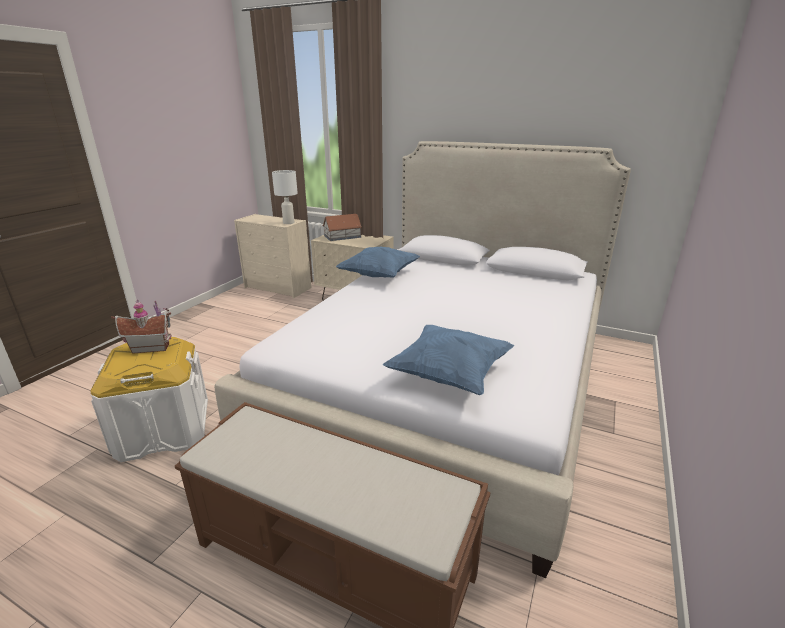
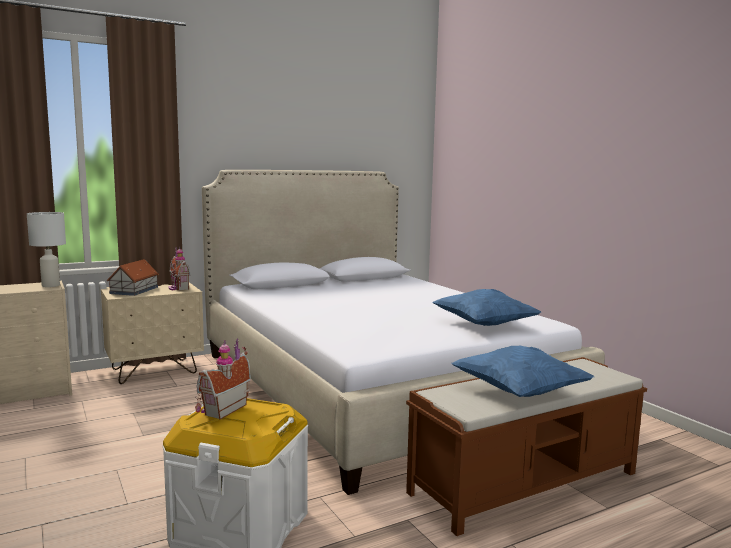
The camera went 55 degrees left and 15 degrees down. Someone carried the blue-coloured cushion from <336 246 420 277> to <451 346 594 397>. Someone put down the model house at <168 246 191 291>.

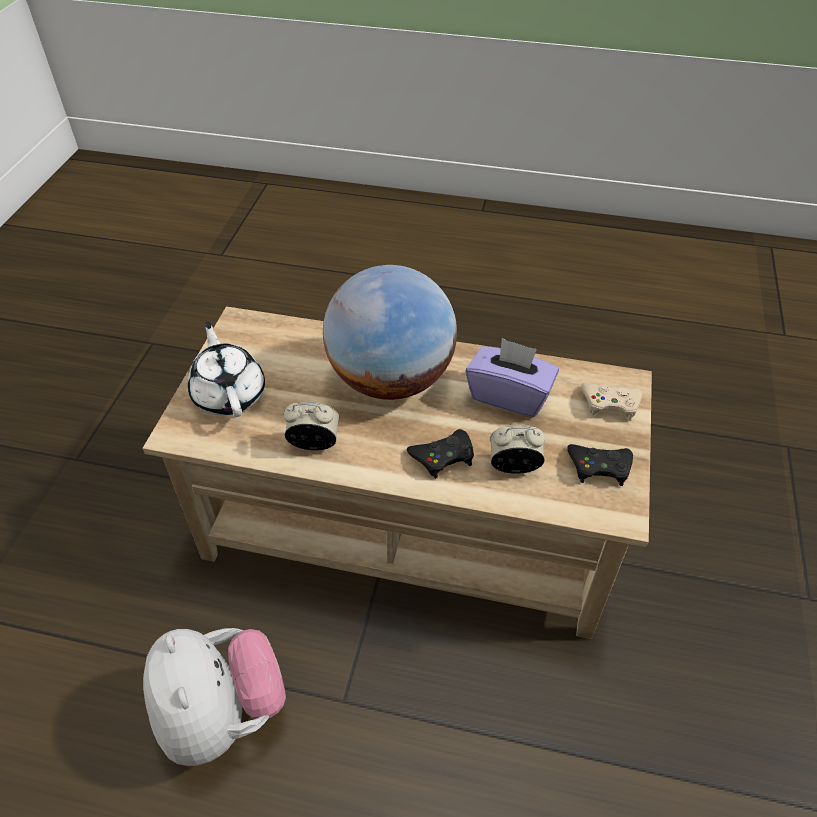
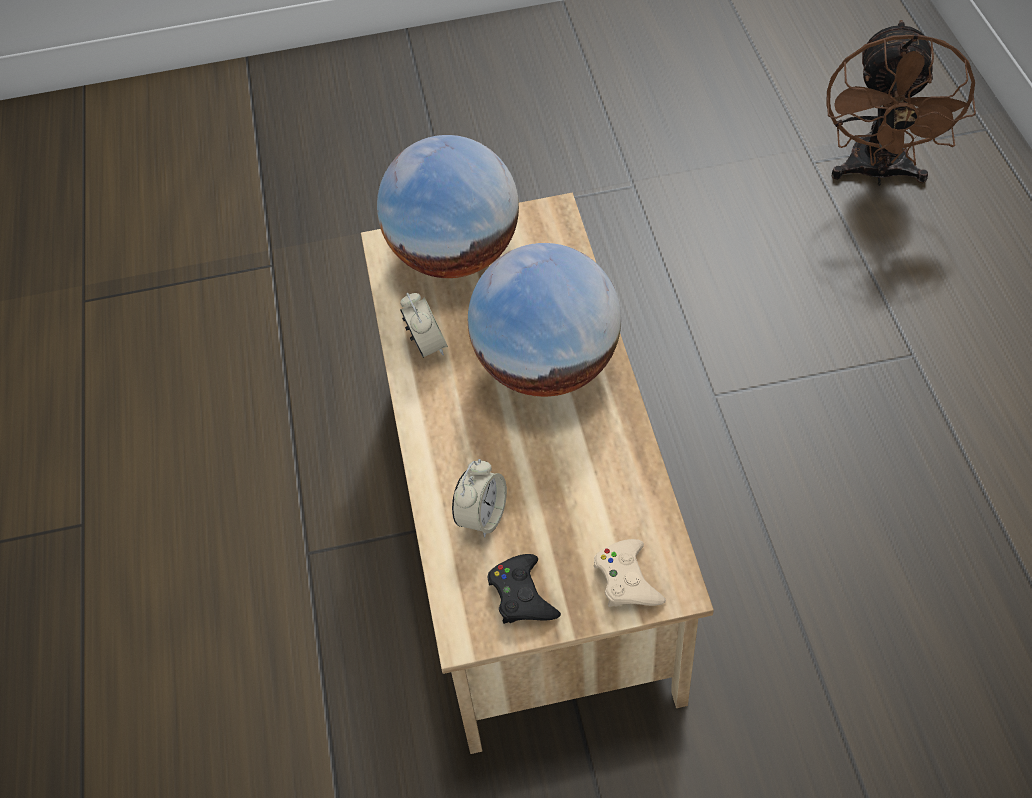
The camera went 70 degrees right and 5 degrees up. Someone swapped the whitish tea pot at <188 322 265 417> for the desk globe at <377 135 519 278>. Someone took away the purple-coloured tissue box at <465 338 559 417>. Someone rotated the alarm clock at <490 424 545 474> by 45 degrees clockwise. Someone took away the black-coloured game controller at <407 429 474 479>. Someone took away the plush toy at <143 628 286 766>. Someone put down the brown-coloured fan at <826 20 976 186>.

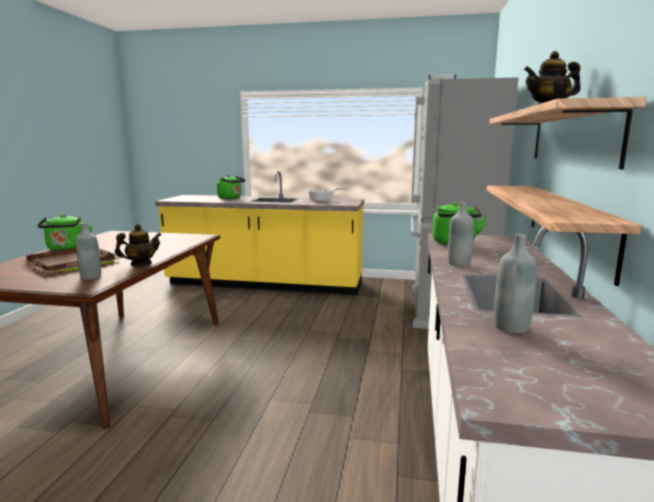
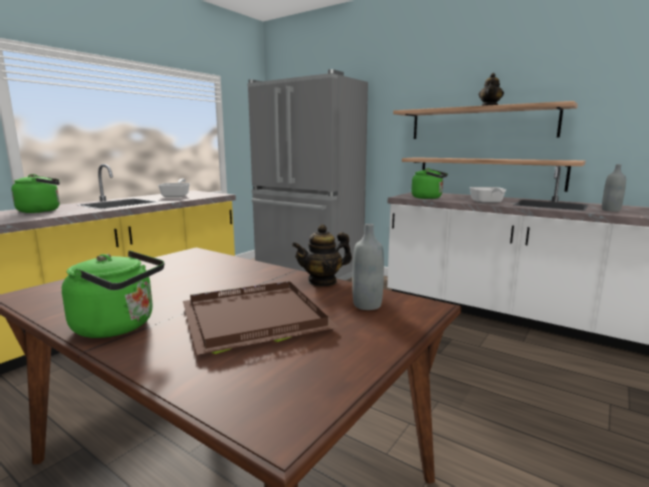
The camera went 65 degrees left and 0 degrees up. Someone swapped the greyish drink bottle at <448 202 474 267> for the pan at <469 187 506 203>. Someone rotated the tea pot at <115 224 162 266> by 105 degrees counterclockwise.

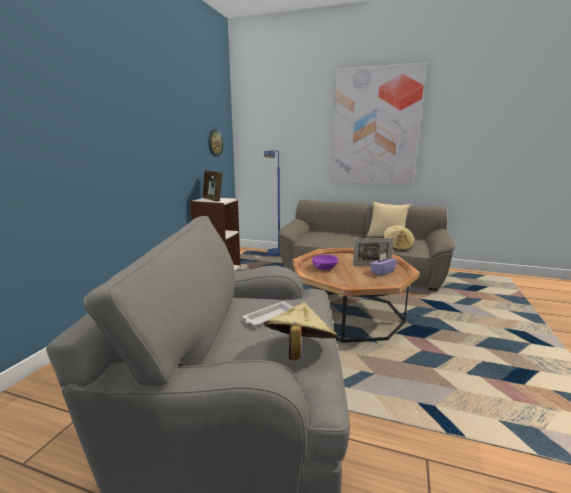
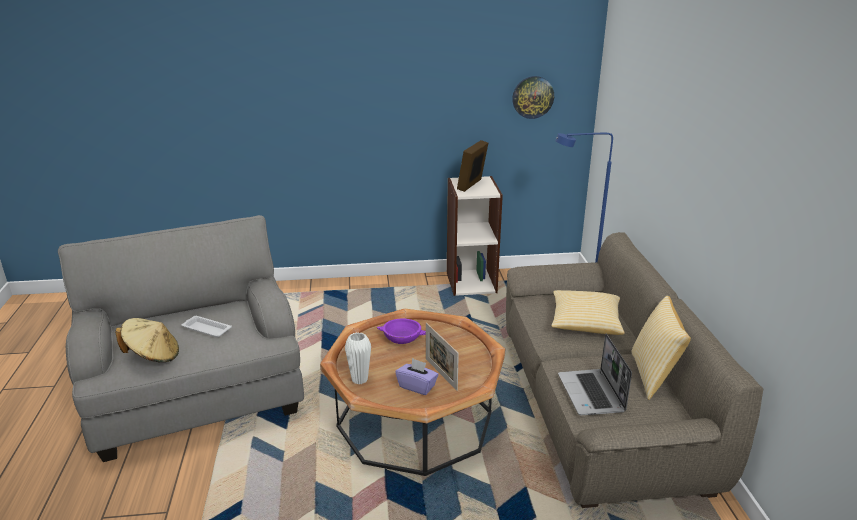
The camera went 65 degrees right and 10 degrees up. Someone took away the picture at <332 63 426 185>. Someone swapped the beige-coloured hat at <383 226 415 251> for the notebook computer at <558 333 632 415>. Someone put down the cushion at <551 290 625 335>. Someone put down the whitish flower vase at <345 332 371 384>.

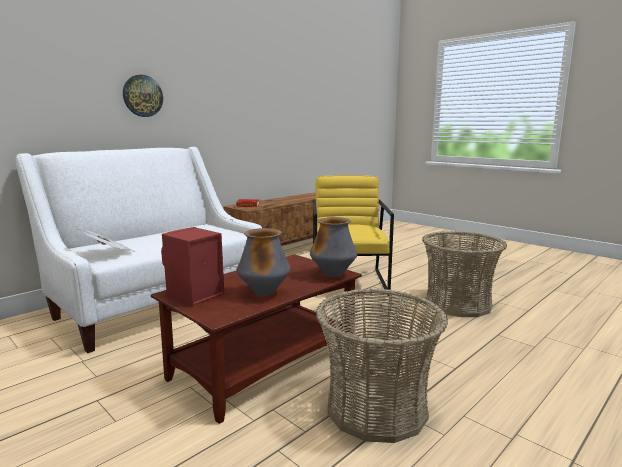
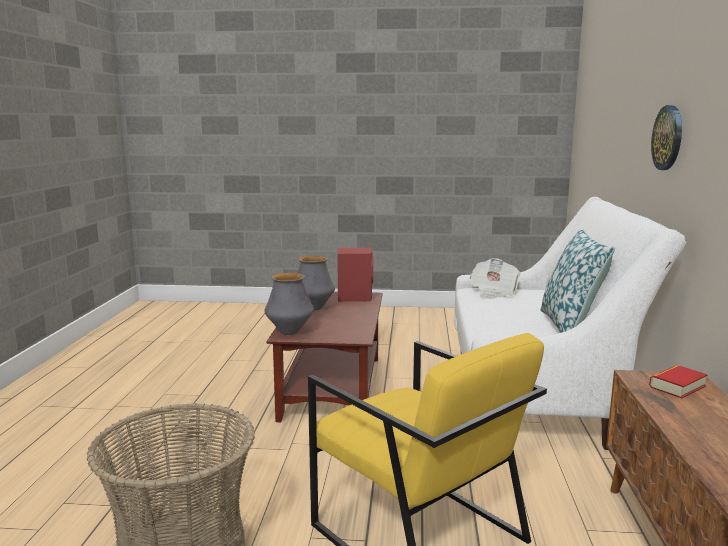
The camera went 140 degrees right and 0 degrees up. Someone took away the household basket at <316 288 448 443>. Someone put down the cushion at <541 228 615 333>.

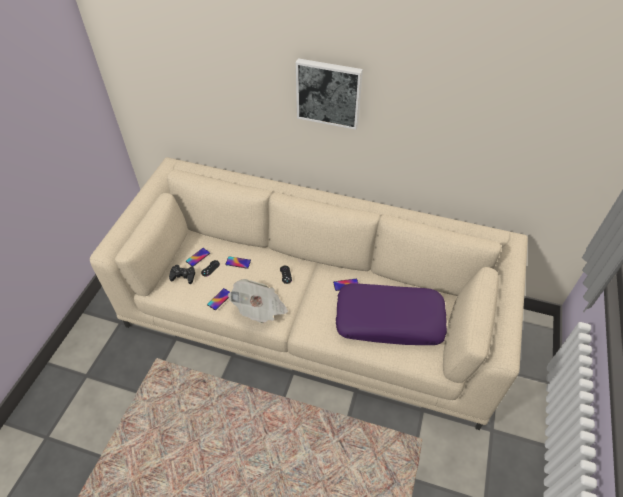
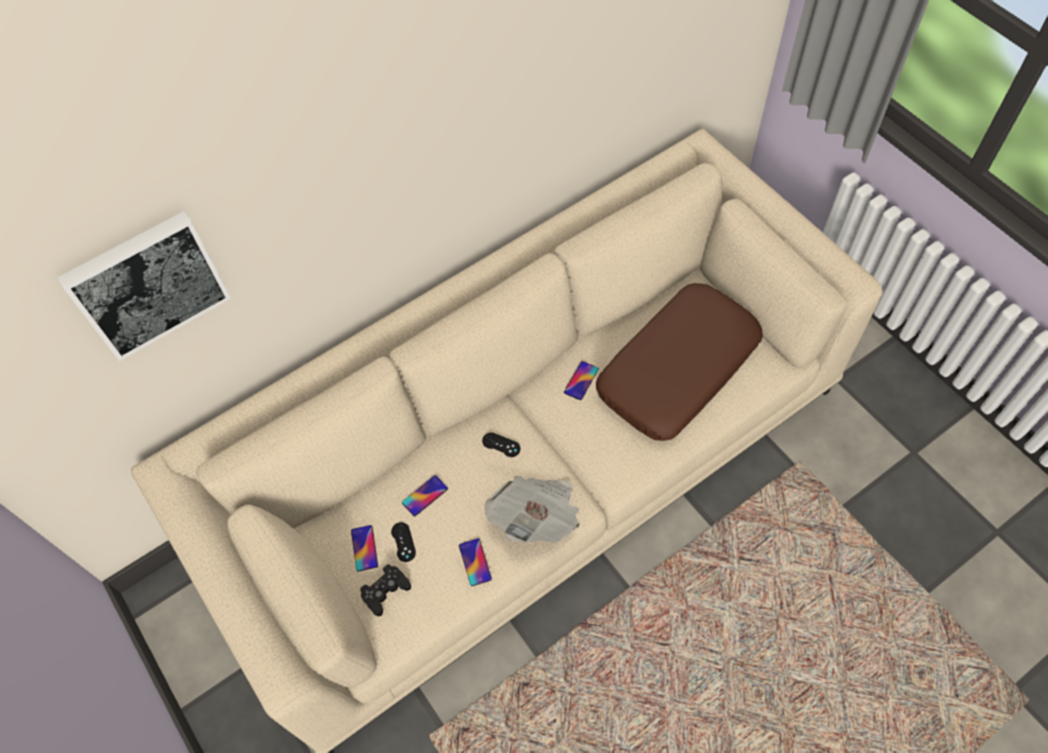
The camera went 50 degrees left and 10 degrees up. Someone carried the picture from <296 58 363 130> to <57 211 231 361>. Someone repainted the purple-coloured cushion at <336 283 447 345>, which became the brown-coloured cushion at <596 283 763 441>.

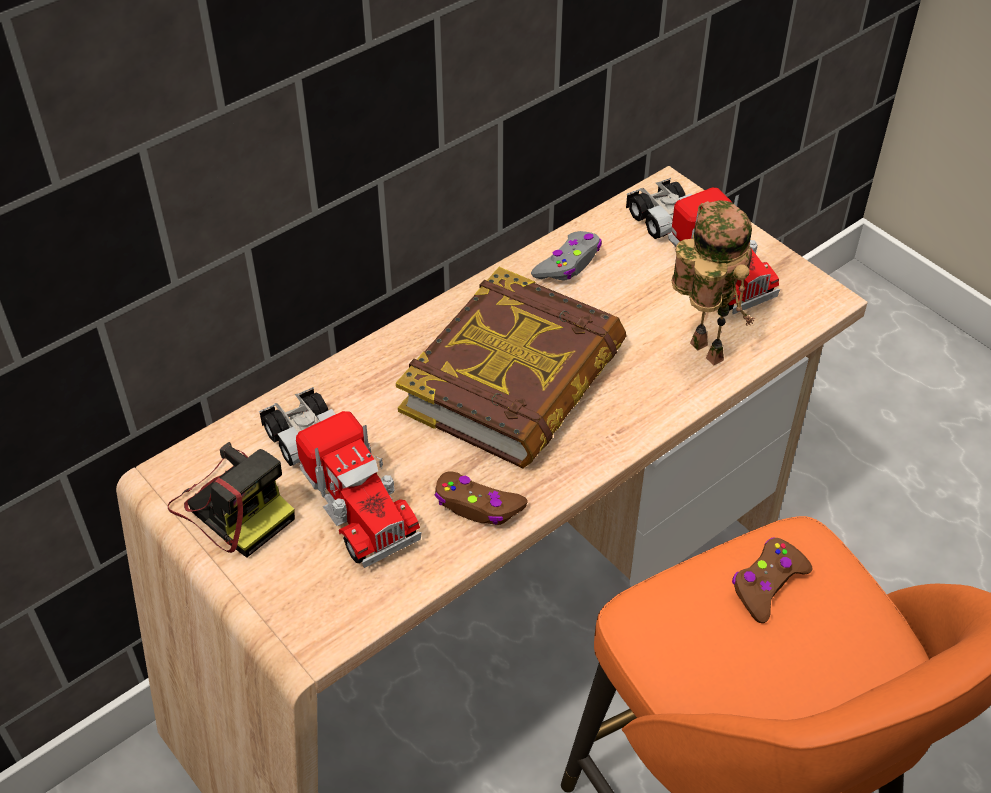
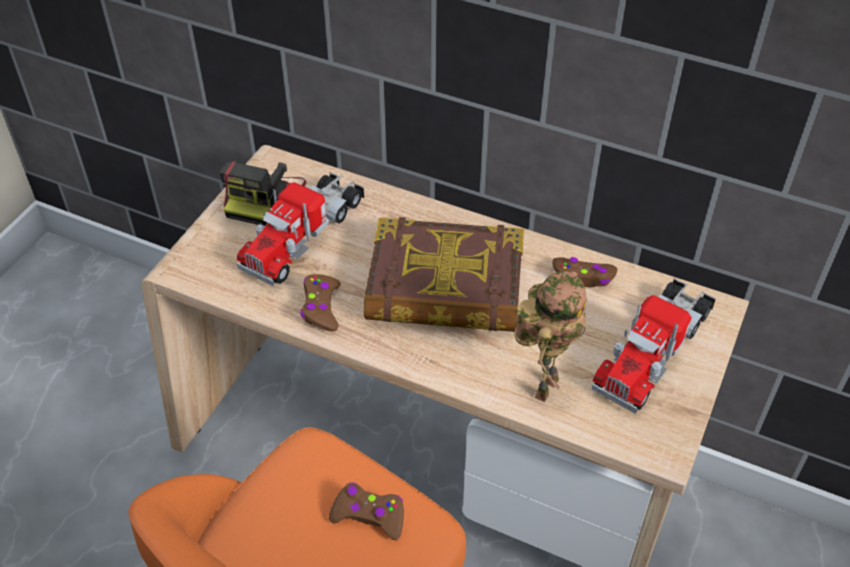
The camera went 65 degrees right and 0 degrees up. Someone repainted the greyish game controller at <531 231 602 281>, which became the brown-coloured game controller at <552 257 617 288>.

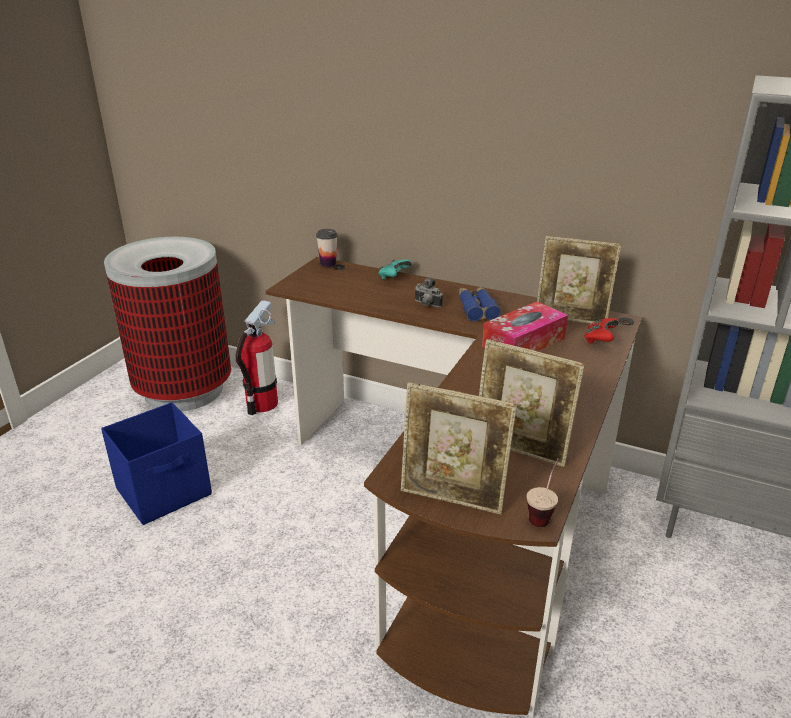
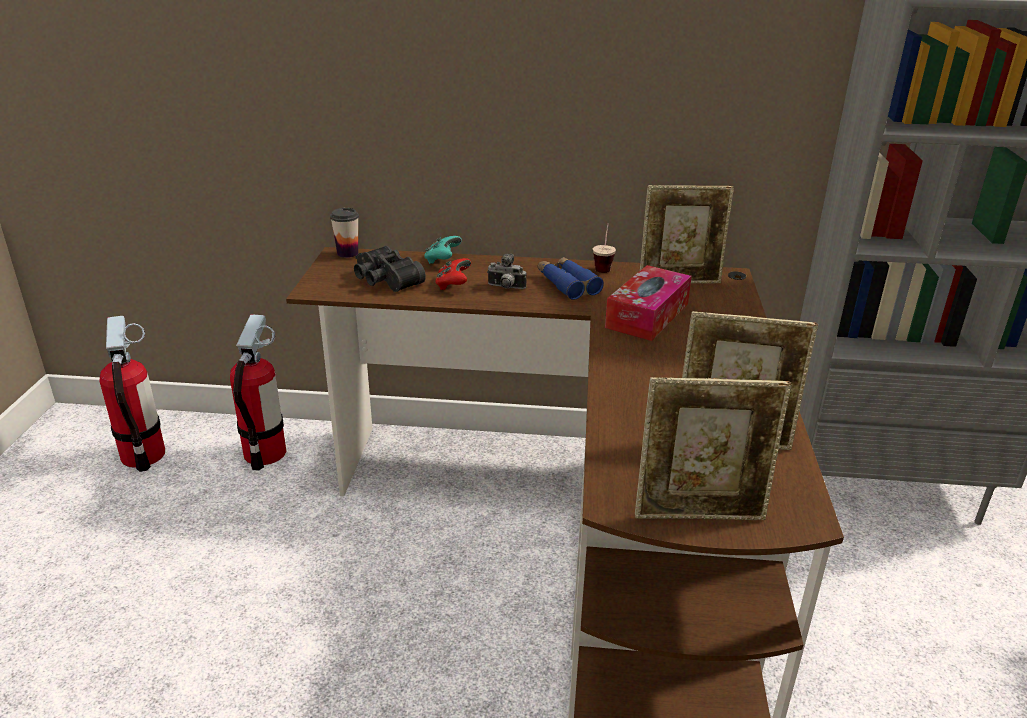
The camera went 20 degrees left and 0 degrees up. Someone swapped the trash can at <104 237 231 412> for the extinguisher at <99 316 165 472>. Someone carried the red-coloured game controller from <585 318 619 344> to <436 258 471 290>. Someone took away the blue-coloured storage container at <101 402 212 525>. Someone carried the drinking cup from <527 458 559 527> to <593 223 616 273>. Someone put down the black-coloured pair of binoculars at <354 246 426 292>.

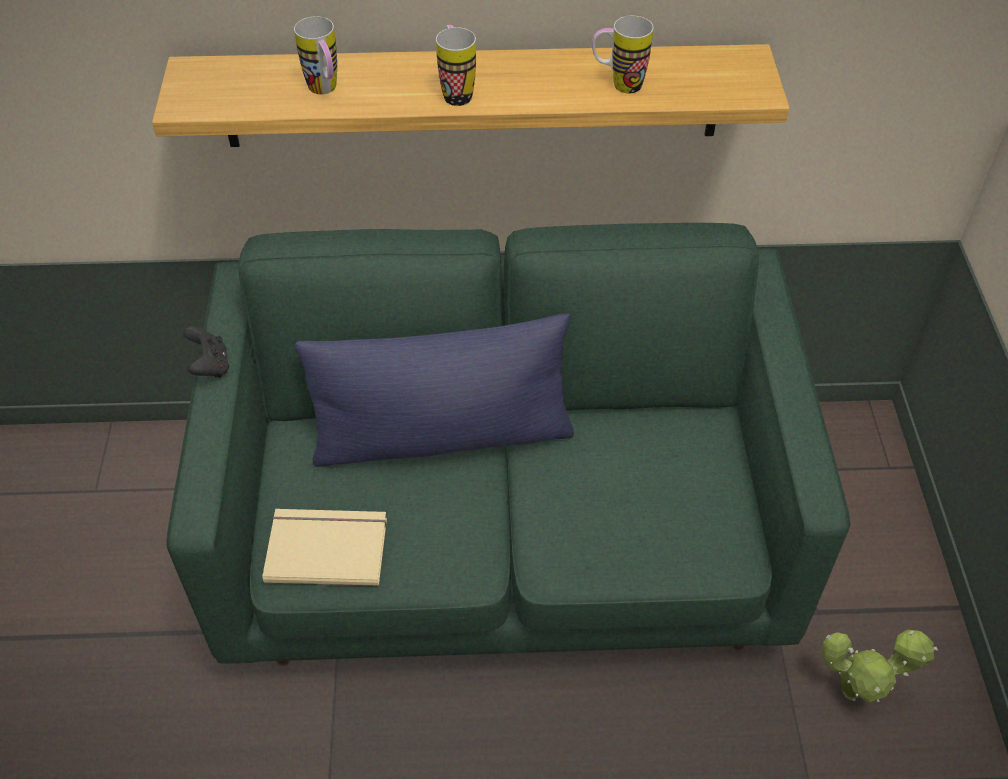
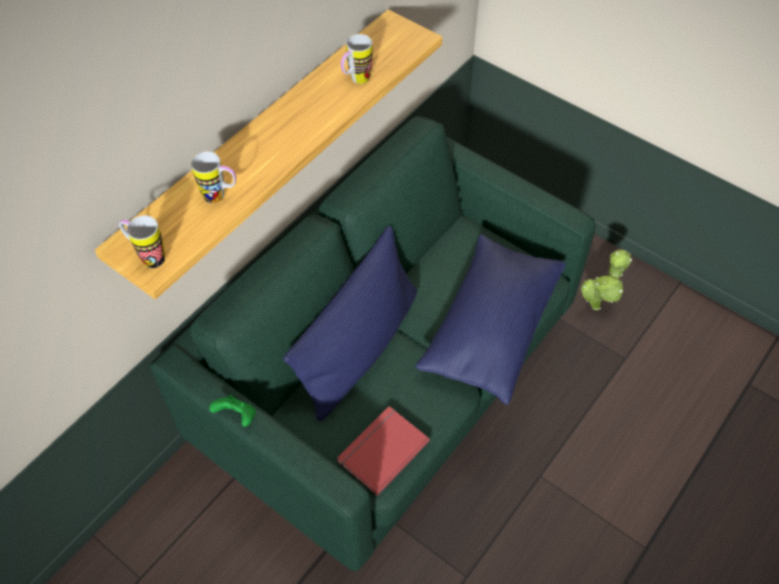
The camera went 50 degrees left and 5 degrees up. Someone carried the tea mug from <436 25 476 106> to <119 215 165 268>. Someone repainted the black-coloured game controller at <183 326 229 378>, which became the greenish game controller at <209 395 256 427>. Someone repainted the beige-coloured book at <262 509 387 586>, which became the red-coloured book at <337 406 430 496>. Someone put down the blue-coloured cushion at <415 234 566 405>.

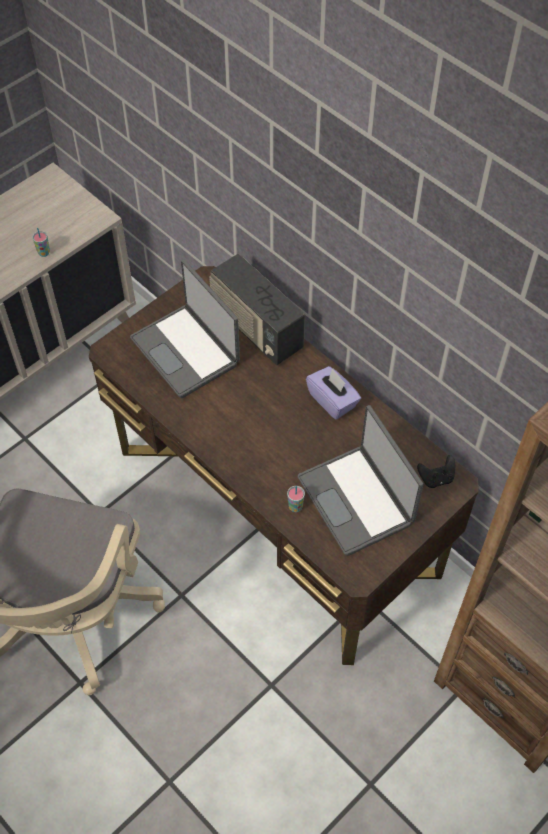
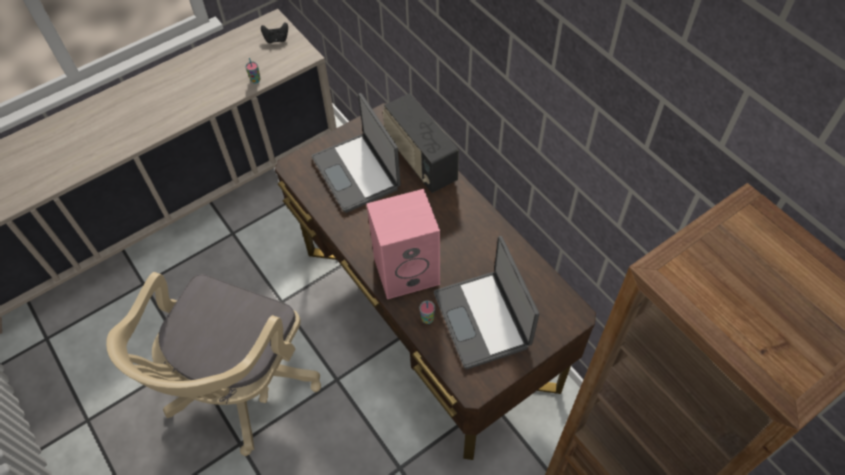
The camera went 10 degrees right and 0 degrees up. Someone took away the purple-coloured tissue box at <306 366 361 420>. Someone carried the black-coloured game controller from <417 455 455 488> to <261 22 288 43>. Someone put down the pink-coloured audio speaker at <366 189 440 299>.

